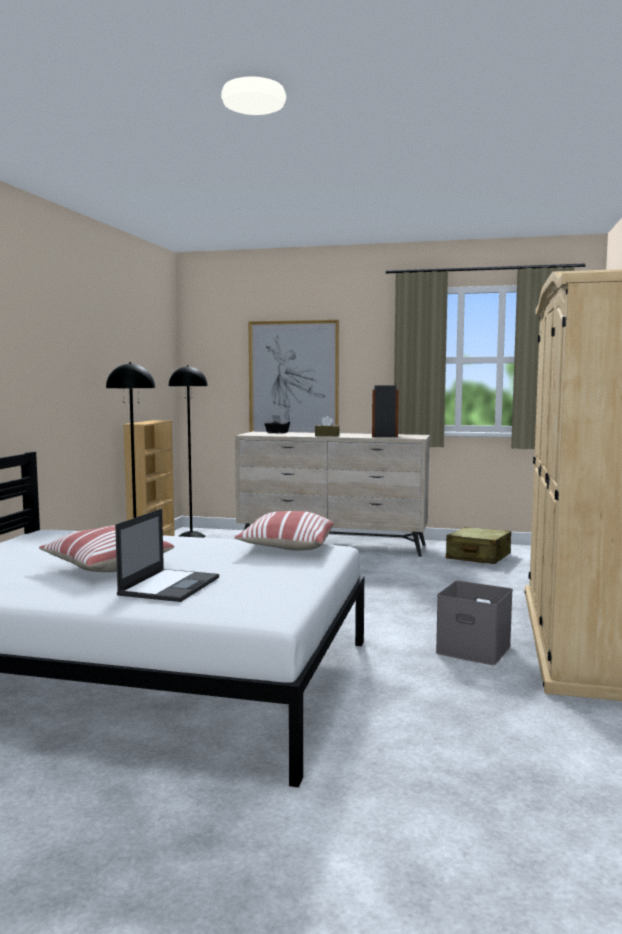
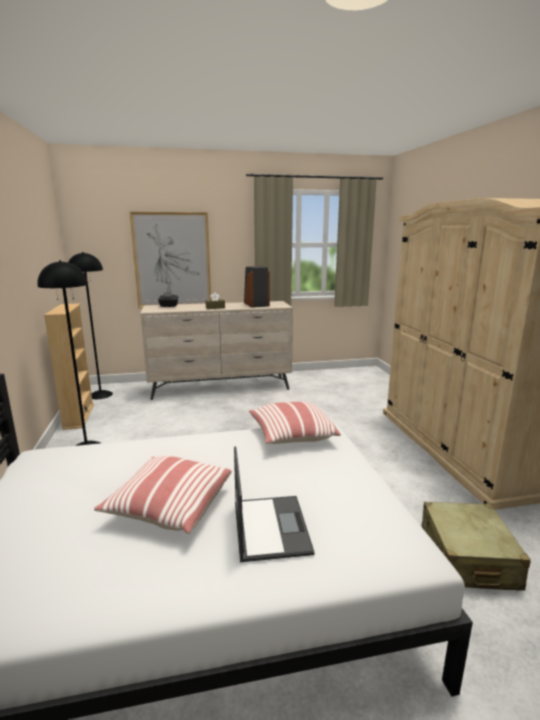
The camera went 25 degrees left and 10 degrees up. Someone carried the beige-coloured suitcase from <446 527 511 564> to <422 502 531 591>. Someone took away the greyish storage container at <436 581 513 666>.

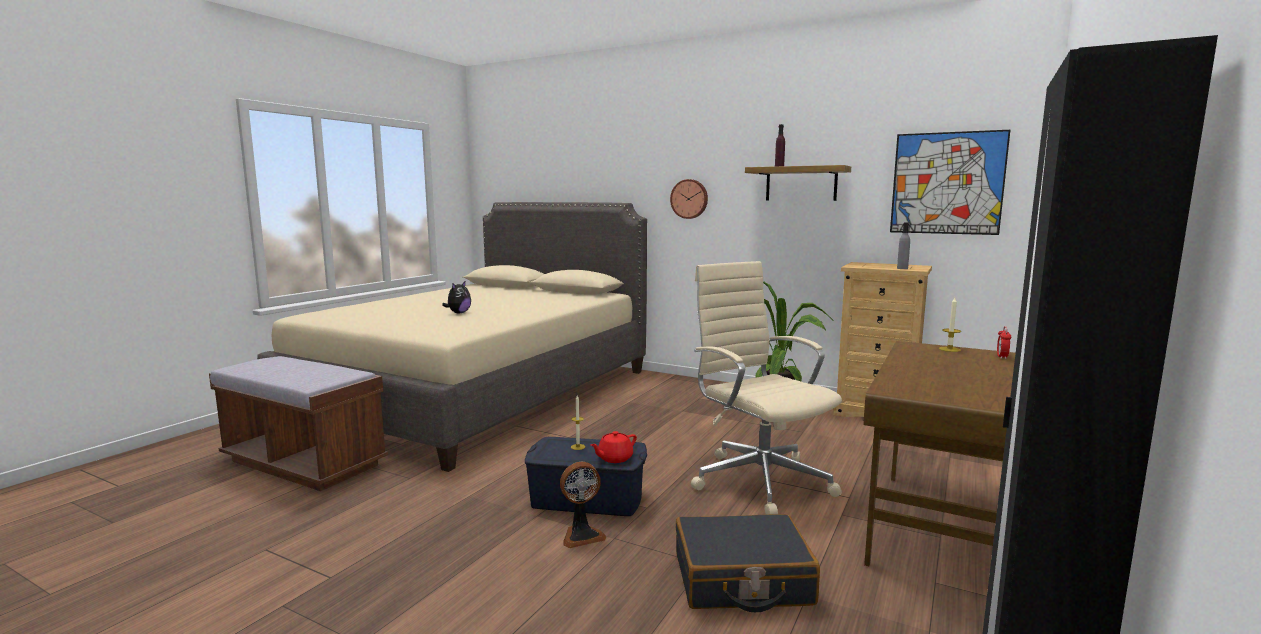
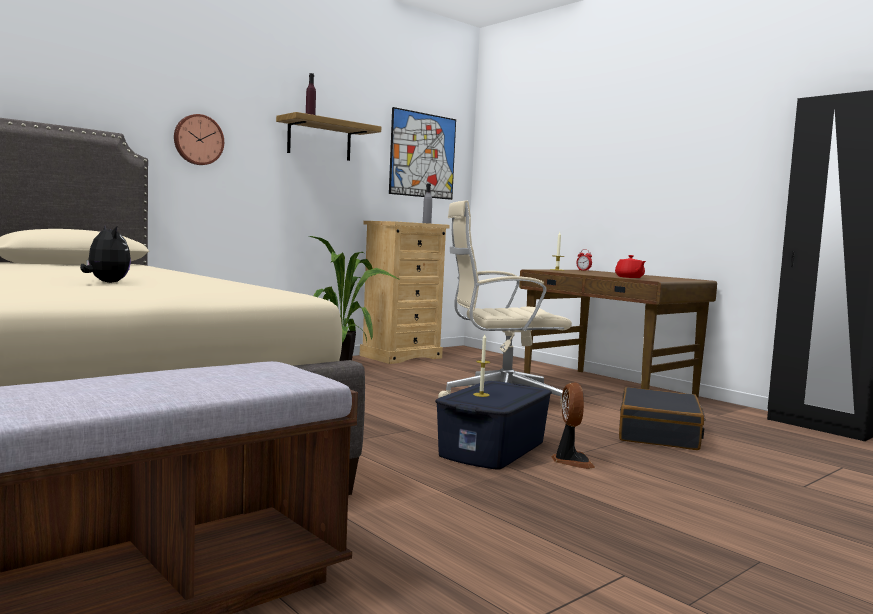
The camera went 70 degrees left and 5 degrees down. Someone carried the red-coloured tea pot from <591 431 637 463> to <615 255 646 278>.

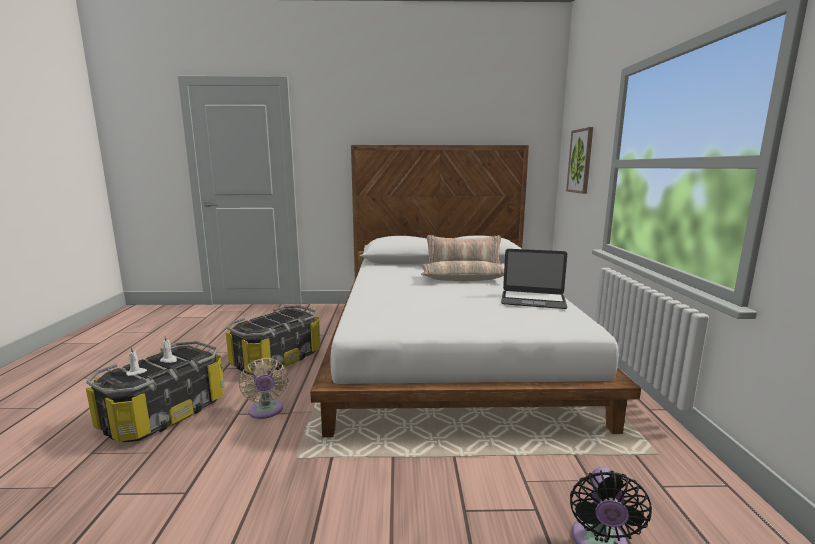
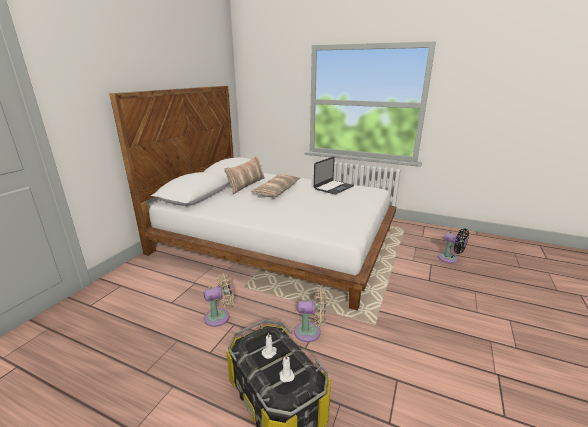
The camera went 65 degrees left and 10 degrees up. Someone took away the picture at <566 127 593 194>. Someone swapped the storage container at <226 305 320 375> for the beige-coloured fan at <203 274 234 327>.

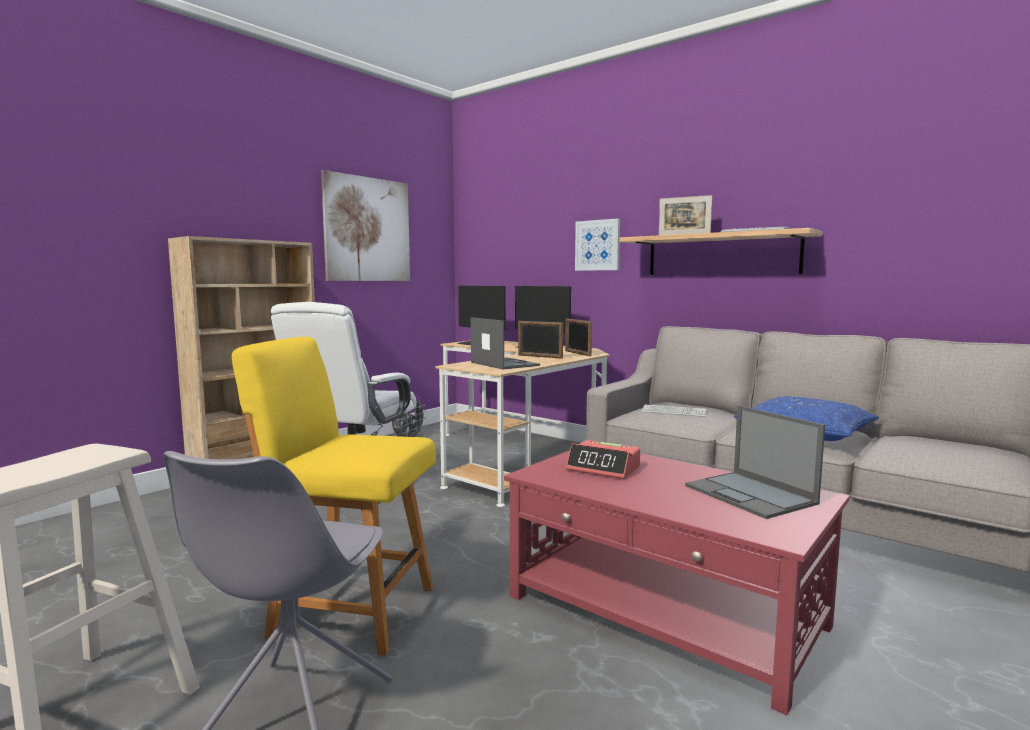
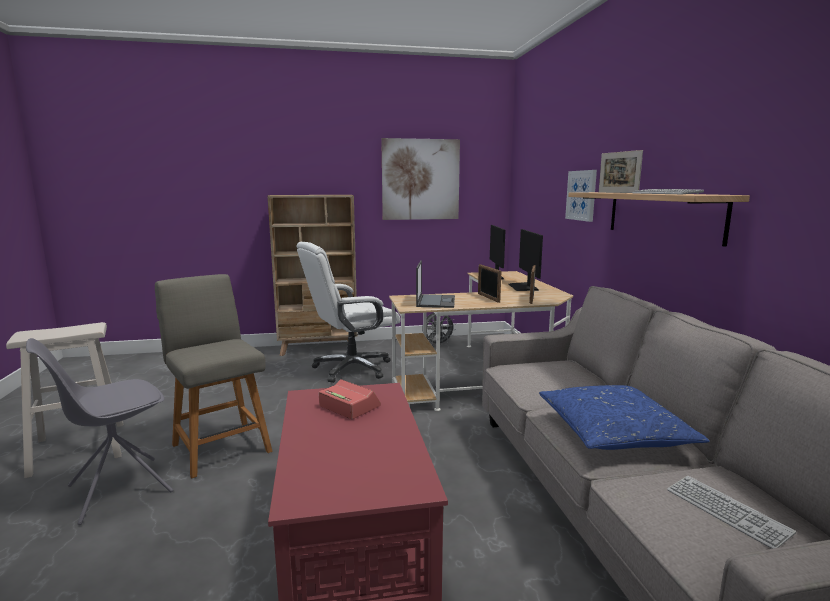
The camera went 40 degrees right and 5 degrees up. Someone repainted the yellow plain chair at <232 337 436 656>, which became the greyish plain chair at <155 274 273 478>. Someone carried the keyboard from <641 405 707 417> to <667 476 796 549>. Someone took away the notebook computer at <685 405 825 519>. Someone rotated the alarm clock at <566 440 640 479> by 150 degrees clockwise.

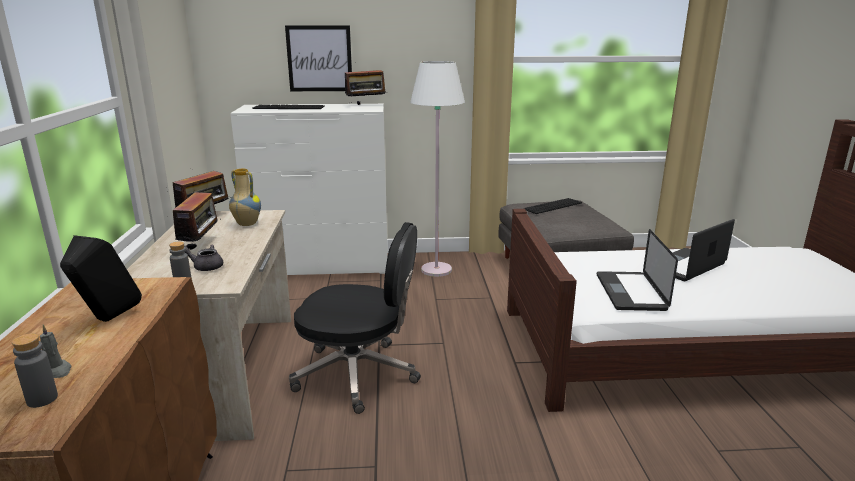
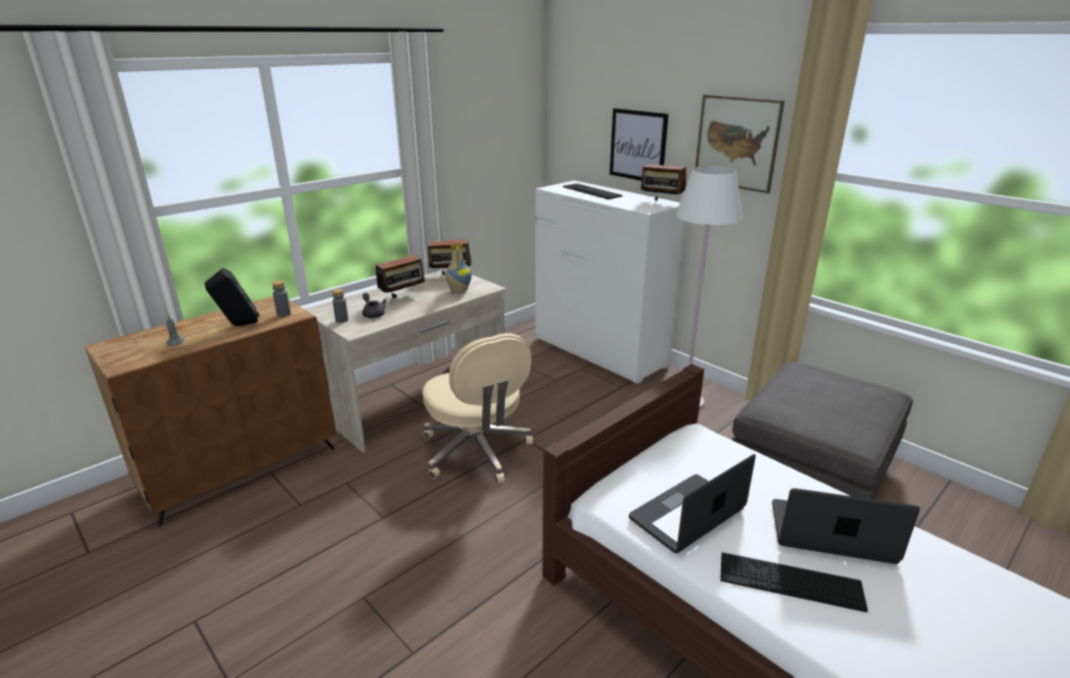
The camera went 50 degrees right and 5 degrees up. Someone carried the keyboard from <523 198 582 214> to <720 552 868 612>. Someone repainted the black-coloured desk chair at <289 222 421 414>, which became the beige-coloured desk chair at <422 333 533 484>. Someone carried the greyish drink bottle from <12 333 58 408> to <272 281 291 317>. Someone put up the picture at <695 95 784 194>.

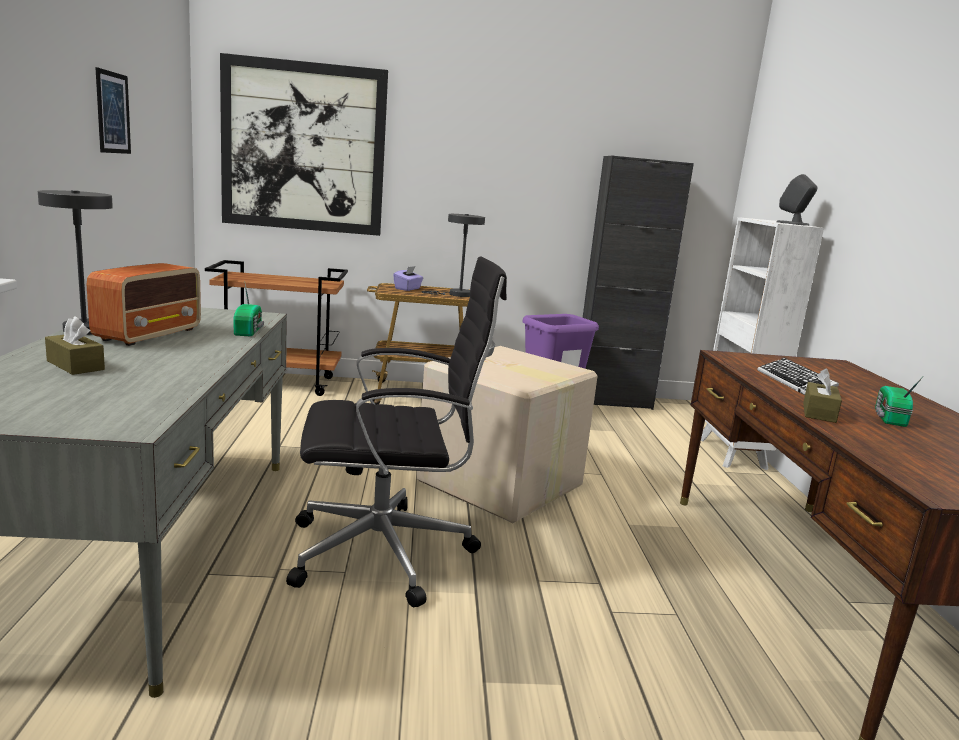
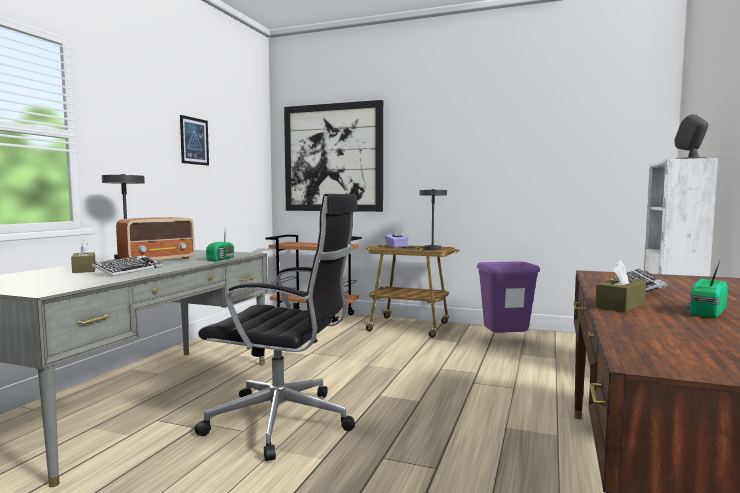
The camera went 25 degrees right and 10 degrees down. Someone took away the black-coloured cupboard at <583 156 694 410>. Someone took away the carton at <417 346 598 523>. Someone put down the keyboard at <91 255 162 277>.

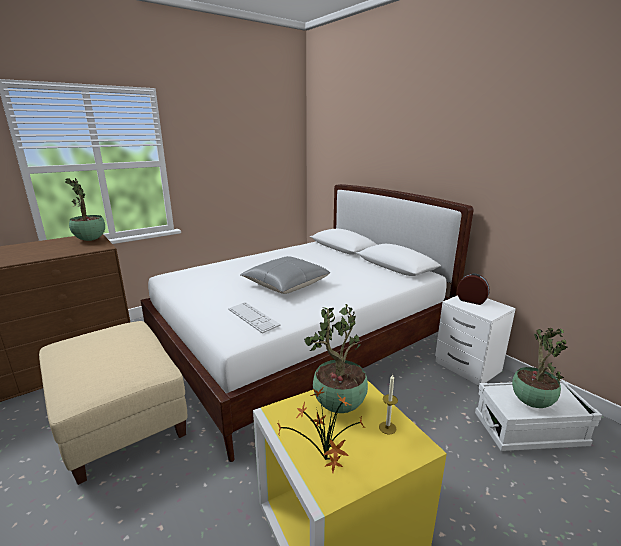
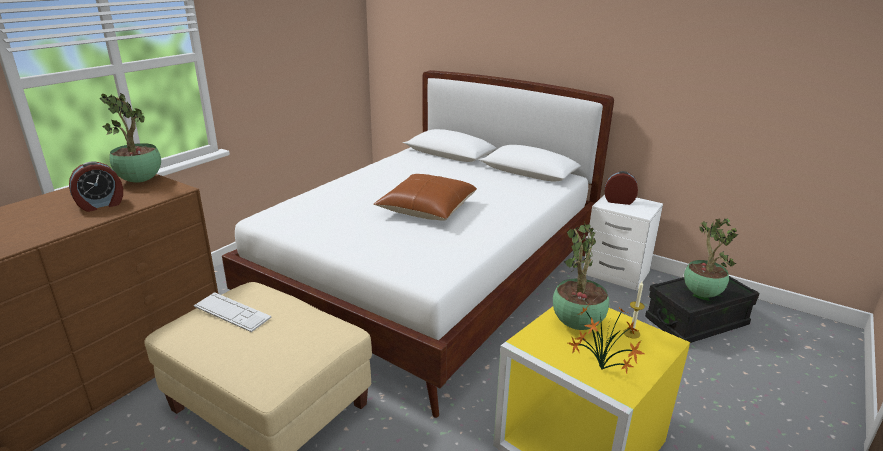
The camera went 20 degrees left and 5 degrees up. Someone repainted the greyish cushion at <240 256 330 294>, which became the brown-coloured cushion at <374 174 477 220>. Someone carried the keyboard from <228 302 281 334> to <194 292 272 332>. Someone repainted the whitish storage container at <475 379 602 451>, which became the black-coloured storage container at <645 276 760 343>. Someone put down the alarm clock at <69 161 123 212>.

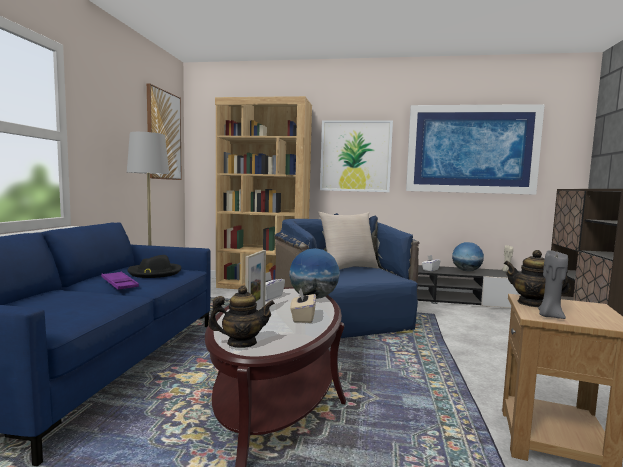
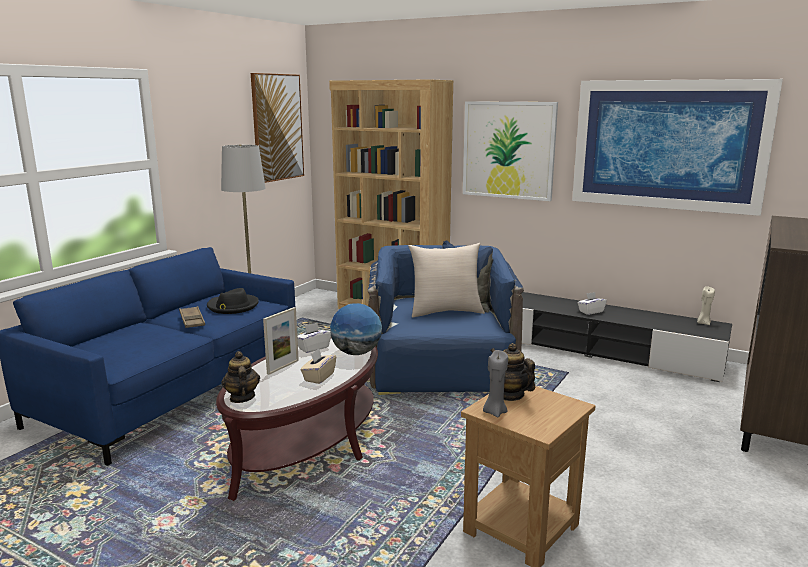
The camera went 20 degrees right and 10 degrees up. Someone took away the desk globe at <452 242 484 272>. Someone repainted the purple-coloured tray at <101 272 139 289>, which became the brown-coloured tray at <179 306 205 328>. Someone rotated the tea pot at <208 285 275 348> by 120 degrees counterclockwise.

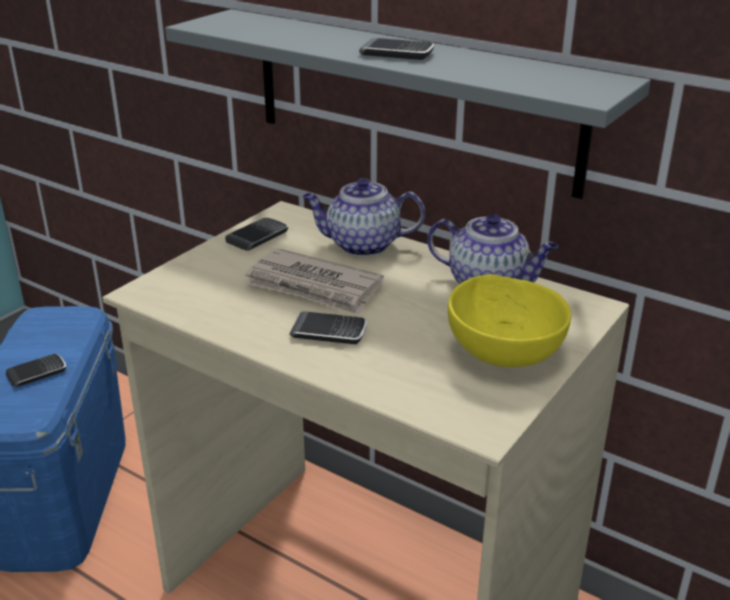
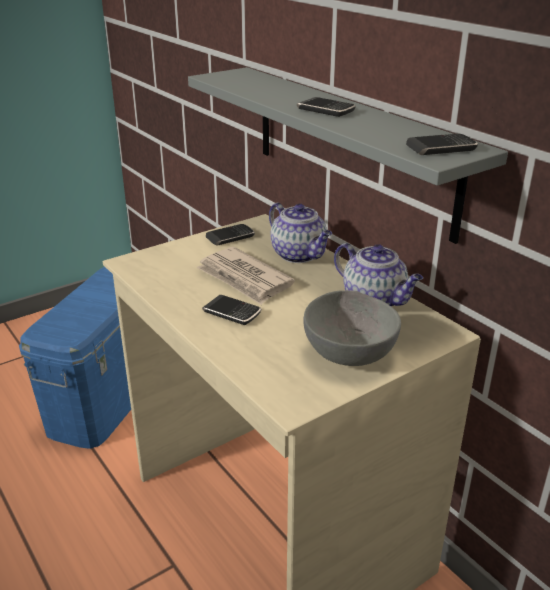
The camera went 20 degrees right and 0 degrees up. Someone rotated the tea pot at <302 178 425 257> by 150 degrees counterclockwise. Someone repainted the yellow serving bowl at <448 274 571 367>, which became the greyish serving bowl at <303 290 401 366>. Someone carried the telephone from <6 354 66 387> to <406 134 478 155>.

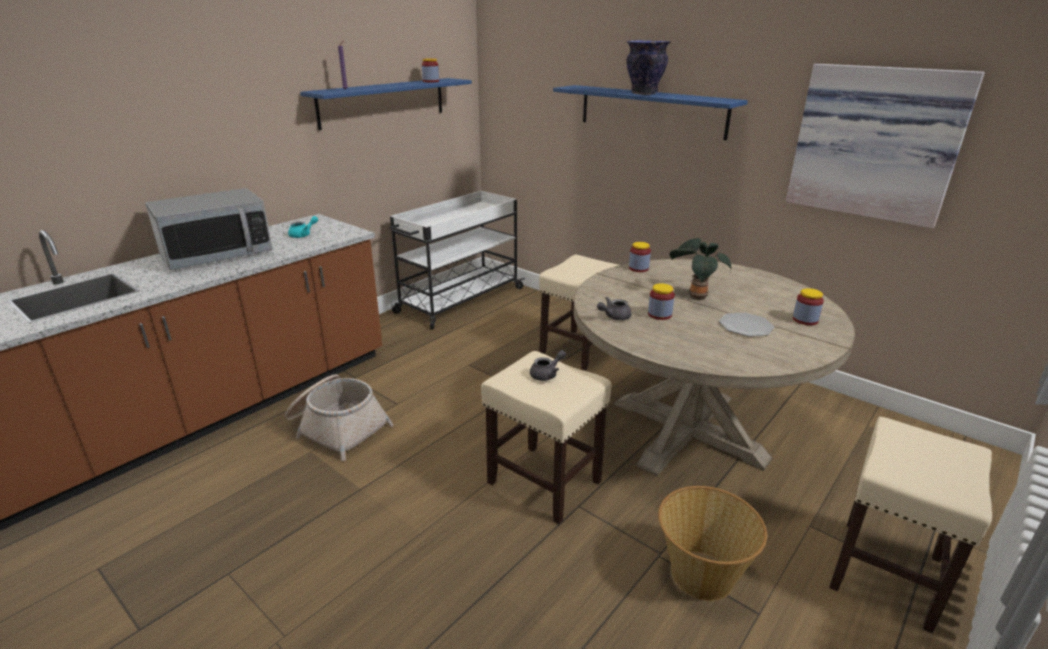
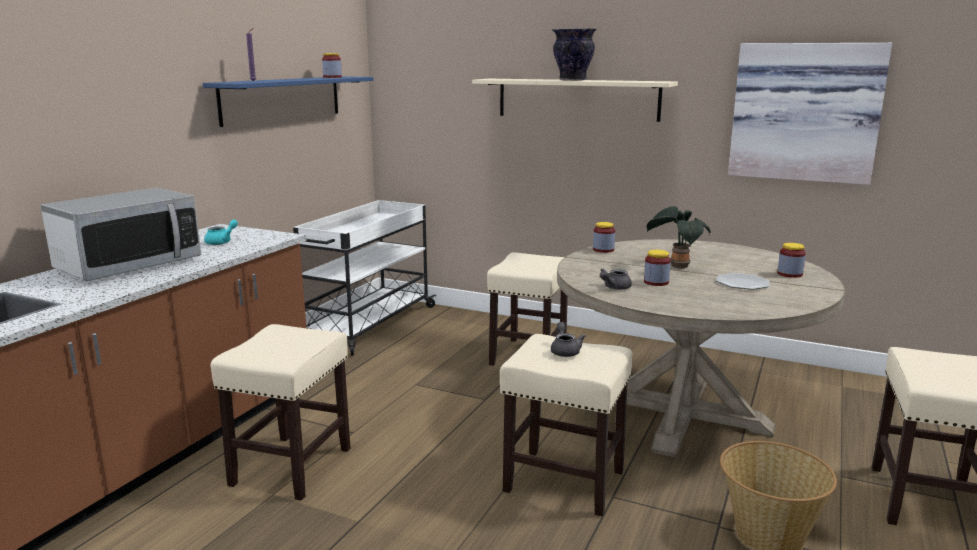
The camera went 15 degrees left and 10 degrees down. Someone repainted the blue-coloured shelf at <553 85 748 140>, which became the beige-coloured shelf at <472 79 678 122>. Someone rotated the greyish tea pot at <530 350 566 381> by 45 degrees counterclockwise. Someone swapped the household basket at <285 374 393 461> for the beige-coloured sitting stool at <211 324 350 500>.

